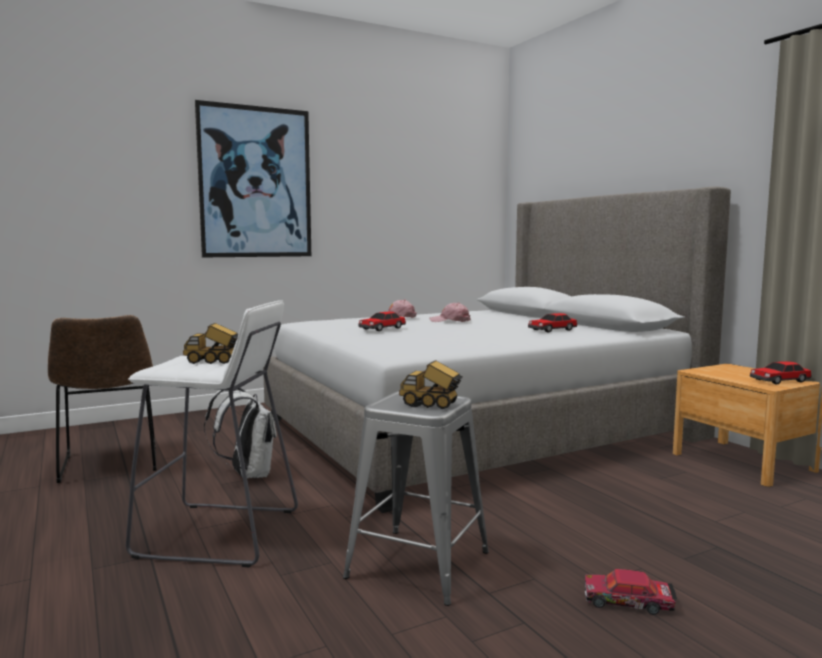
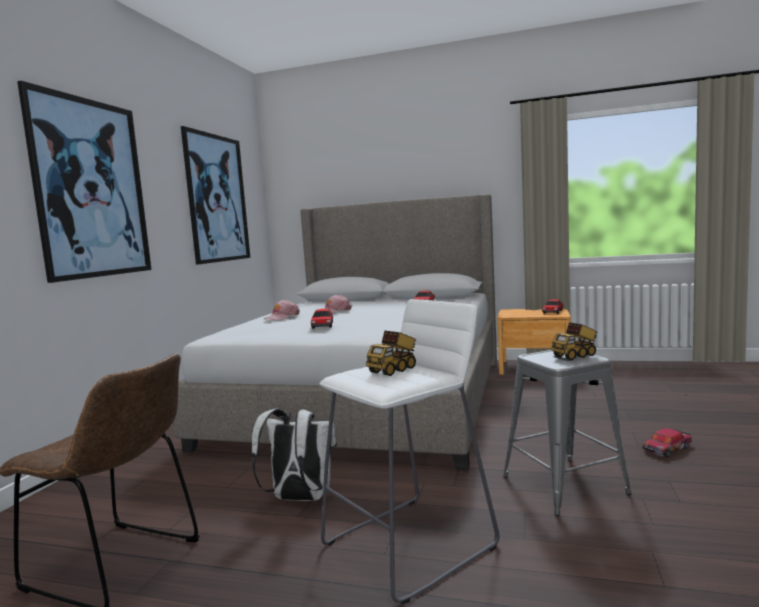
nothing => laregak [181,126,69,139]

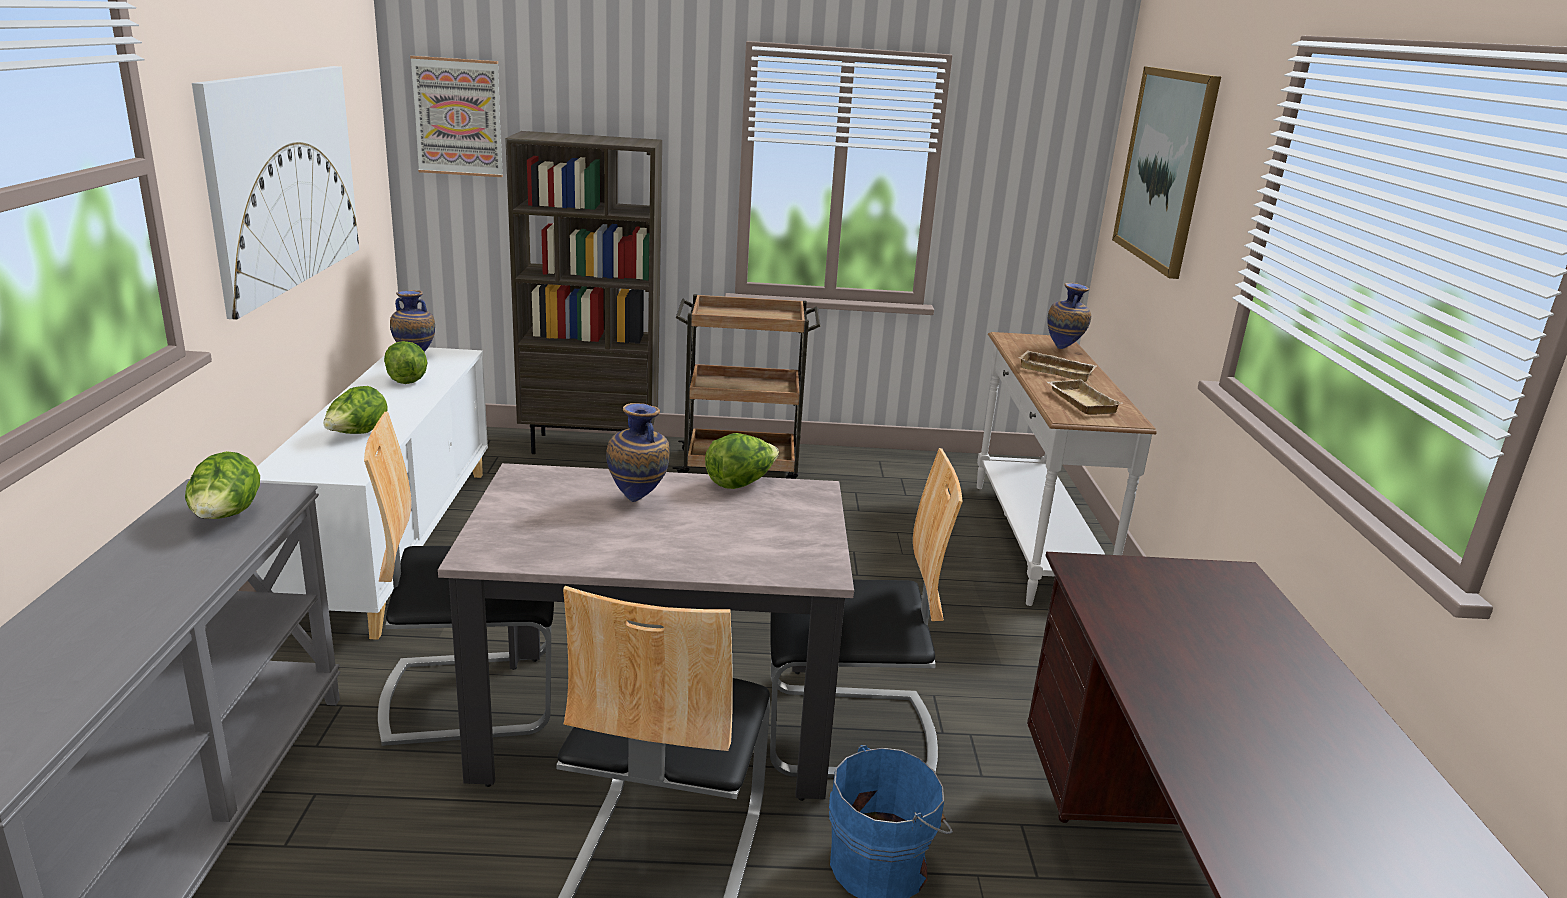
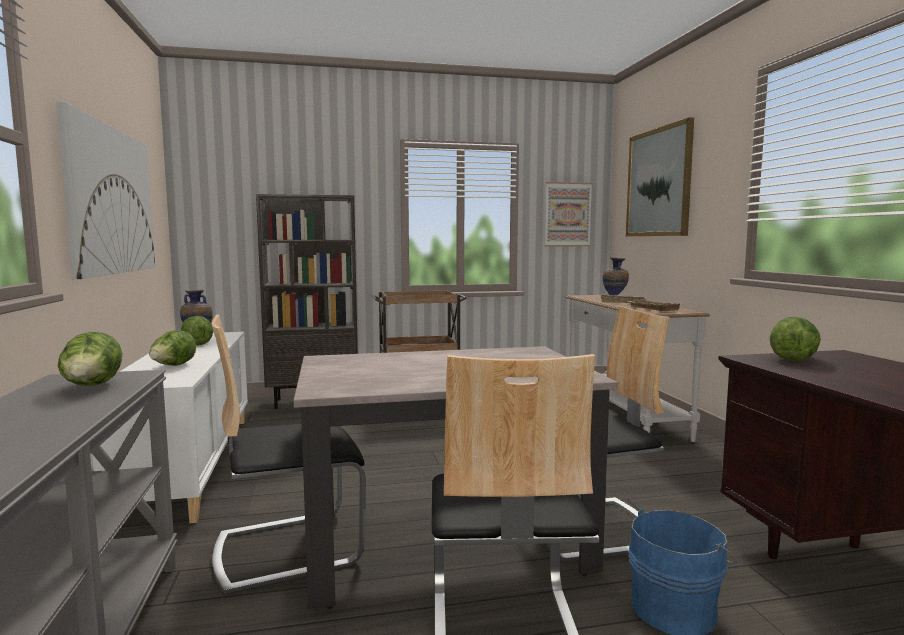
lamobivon [606,403,64,99] => nothing
laregak [410,56,93,121] => laregak [545,182,47,64], shifted
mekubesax [705,433,74,56] => mekubesax [770,317,51,44], shifted

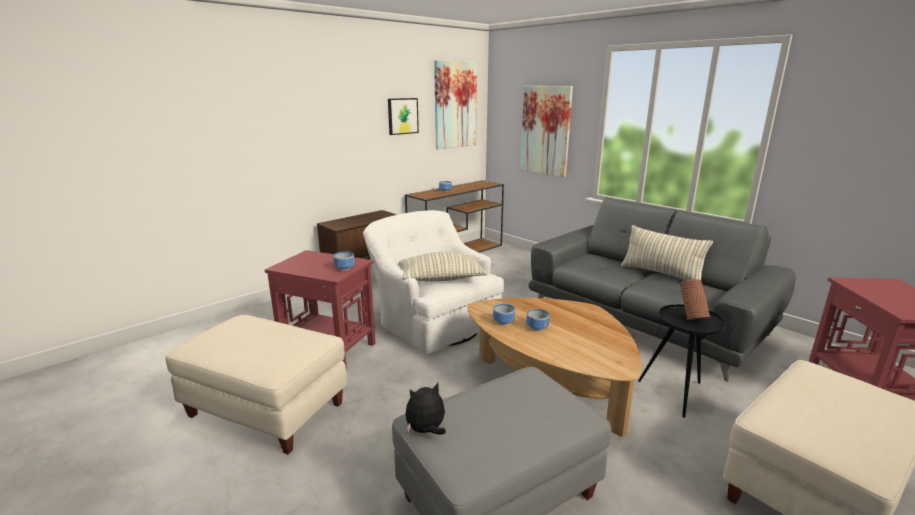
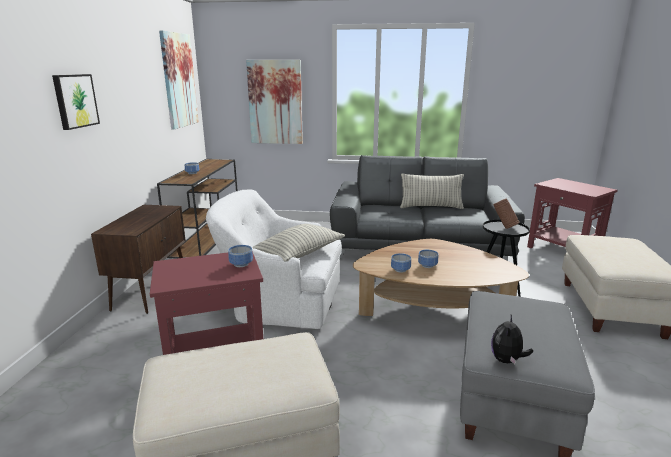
laregak [388,98,31,37] => laregak [52,74,48,56], shifted

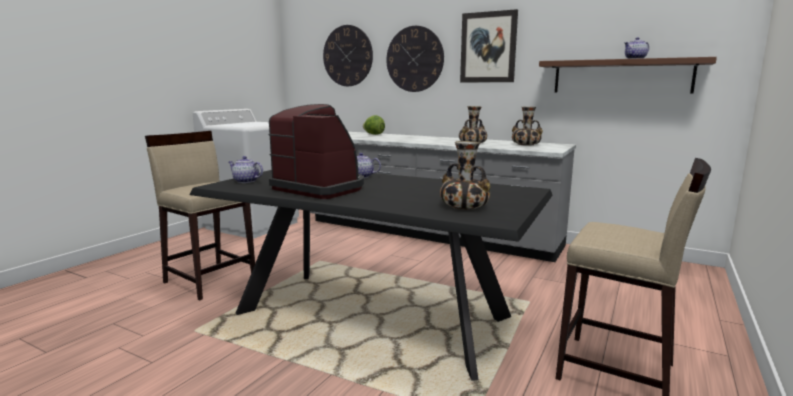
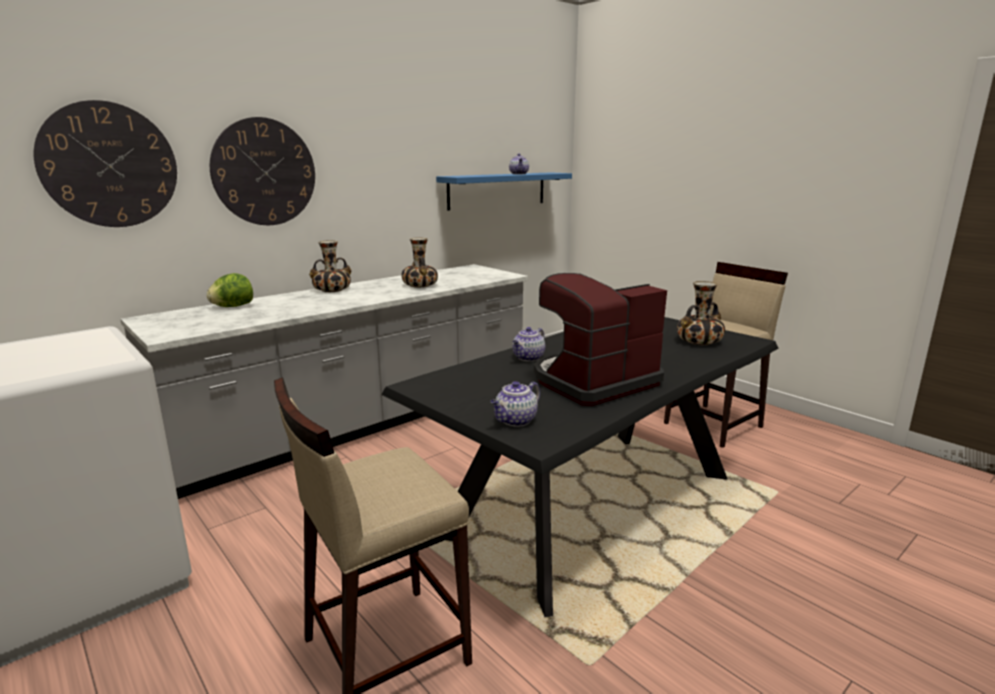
laregak [460,9,58,73] => nothing
lamobivon [512,107,31,39] => lamobivon [309,240,42,52], shifted
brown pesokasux [539,57,178,36] => blue pesokasux [436,172,136,38]

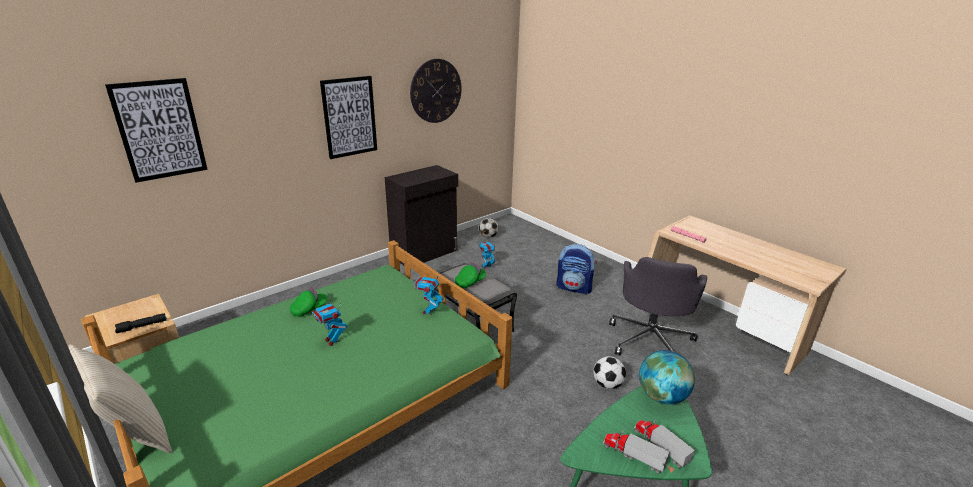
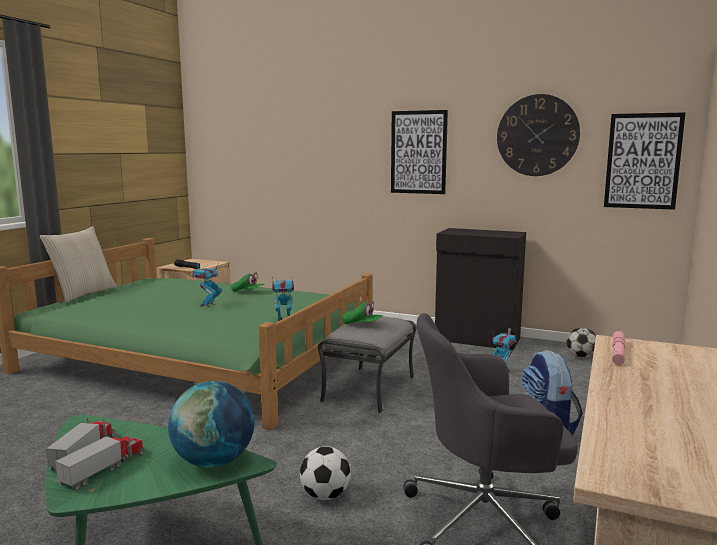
laregak [105,78,103,105] => laregak [604,112,81,98], shifted

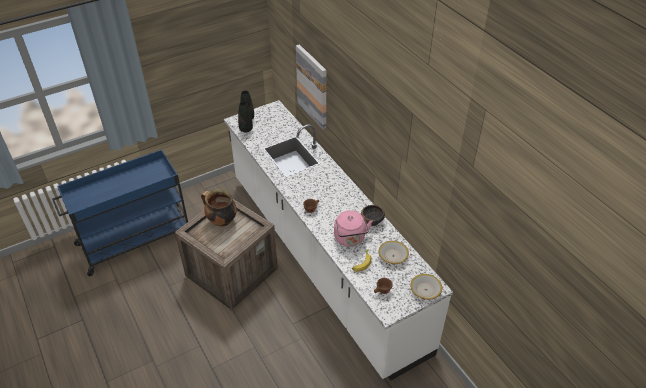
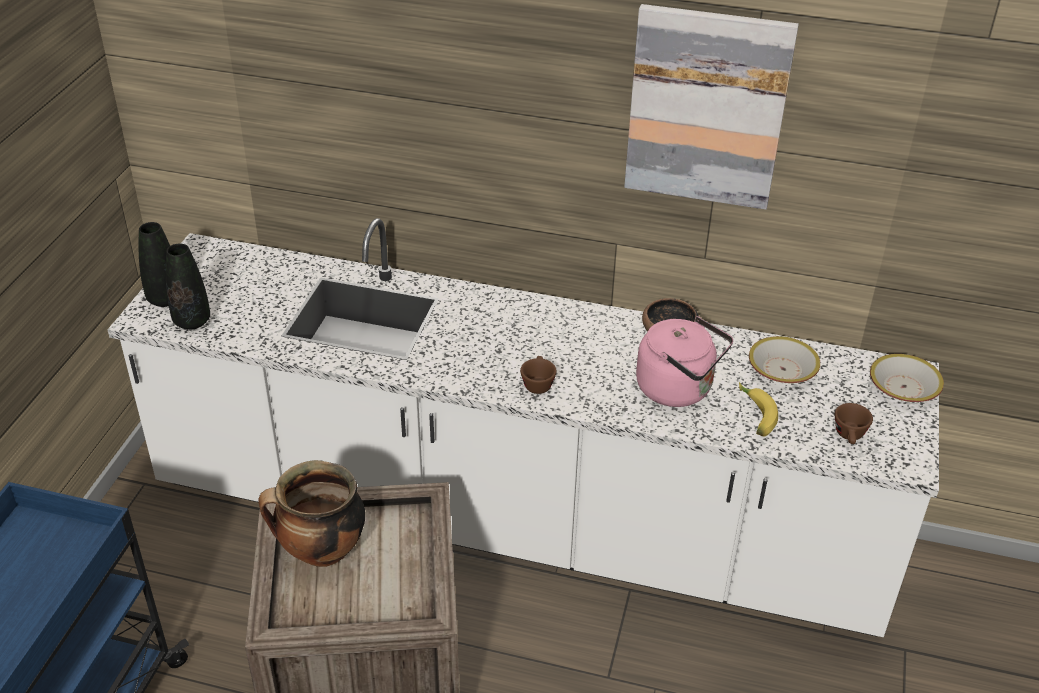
laregak [296,44,30,85] => laregak [624,4,175,206], shifted

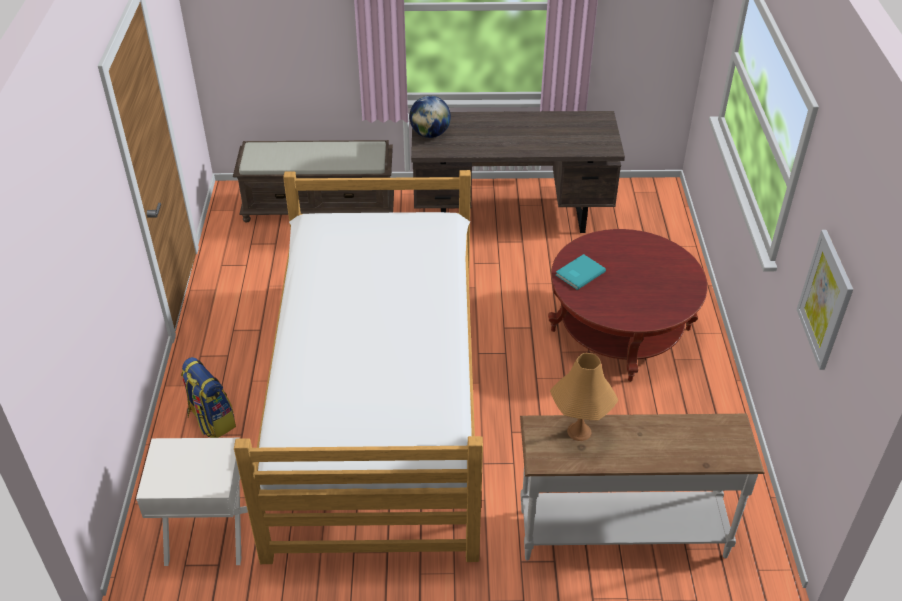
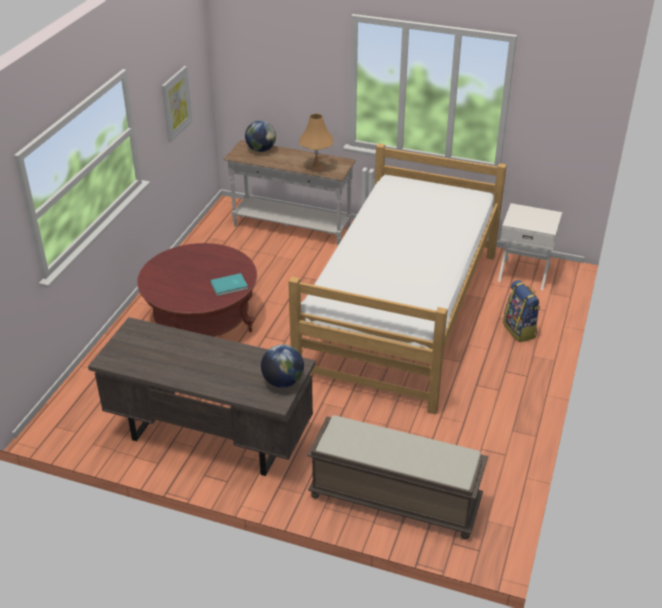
nothing => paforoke [245,121,31,31]

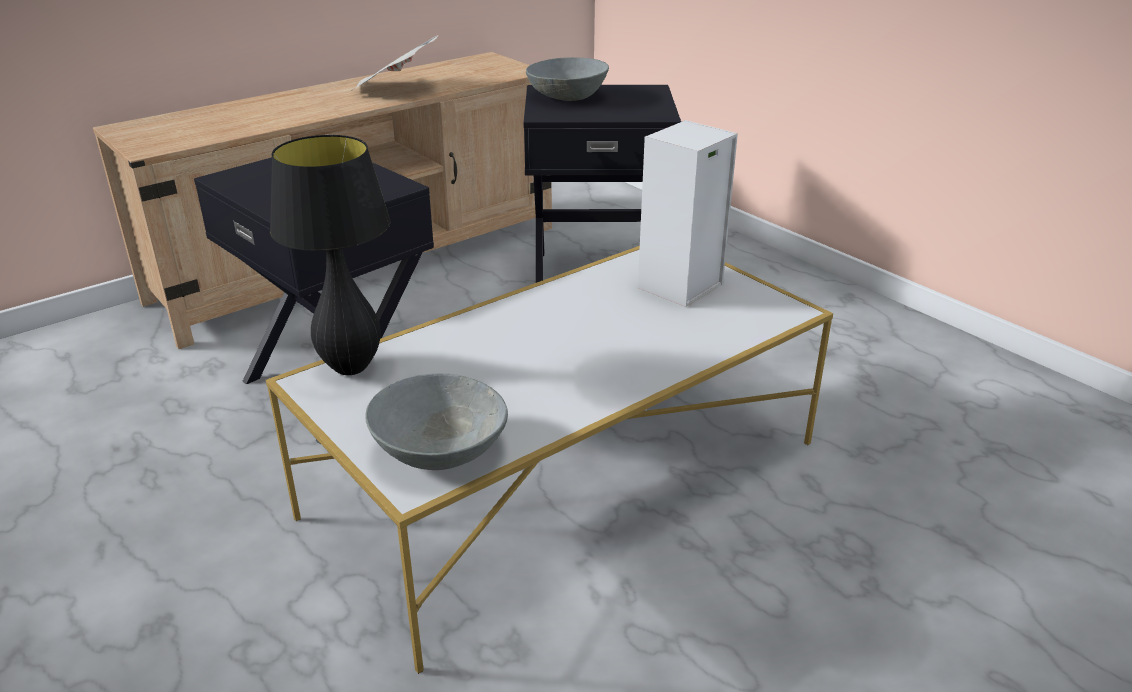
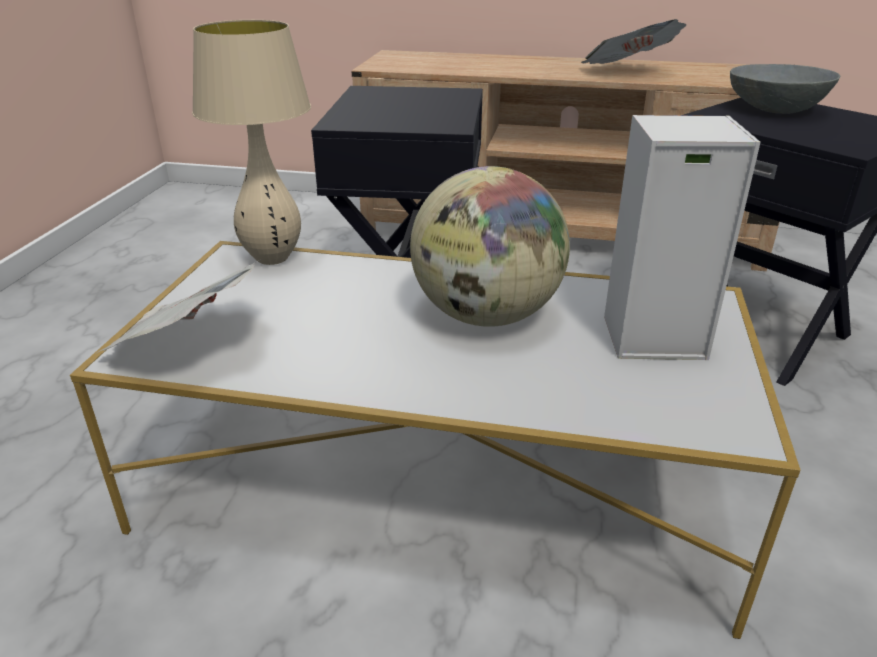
nothing => paforoke [410,166,160,161]
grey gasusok [365,373,143,97] => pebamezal [97,259,165,94]
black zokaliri [270,135,121,240] => beige zokaliri [192,20,119,245]

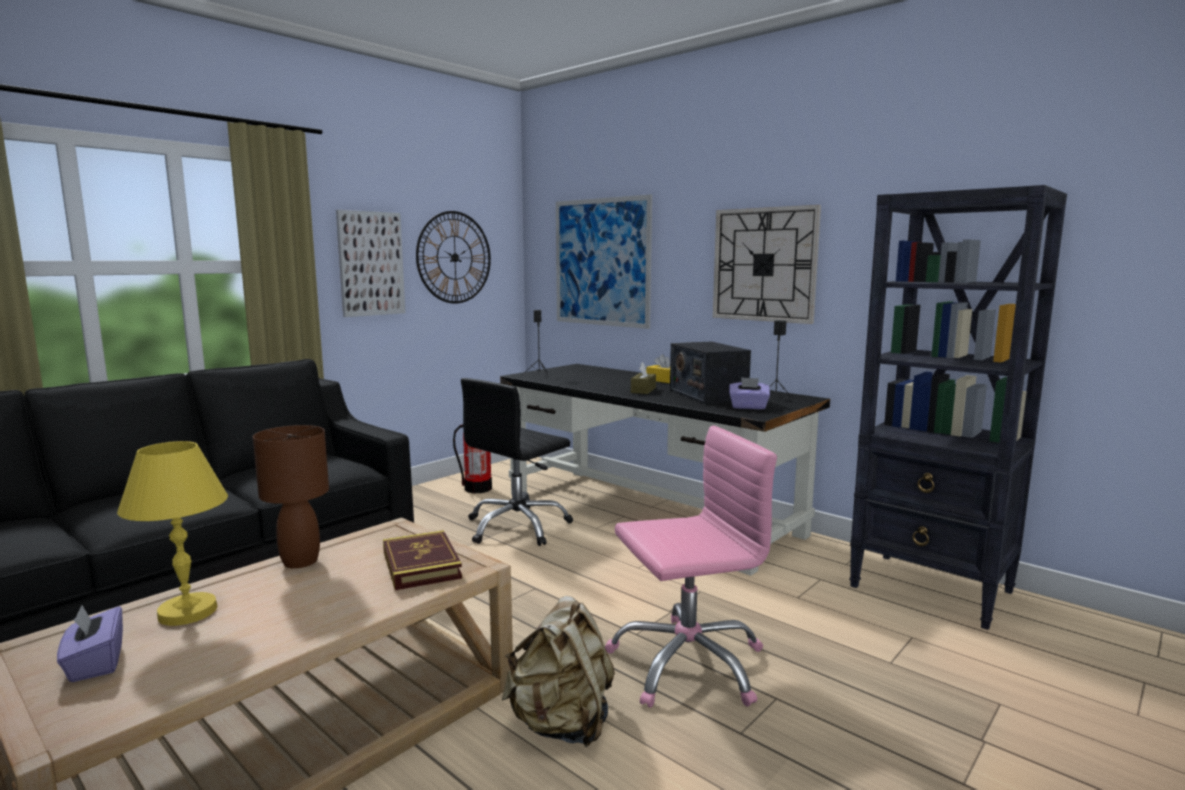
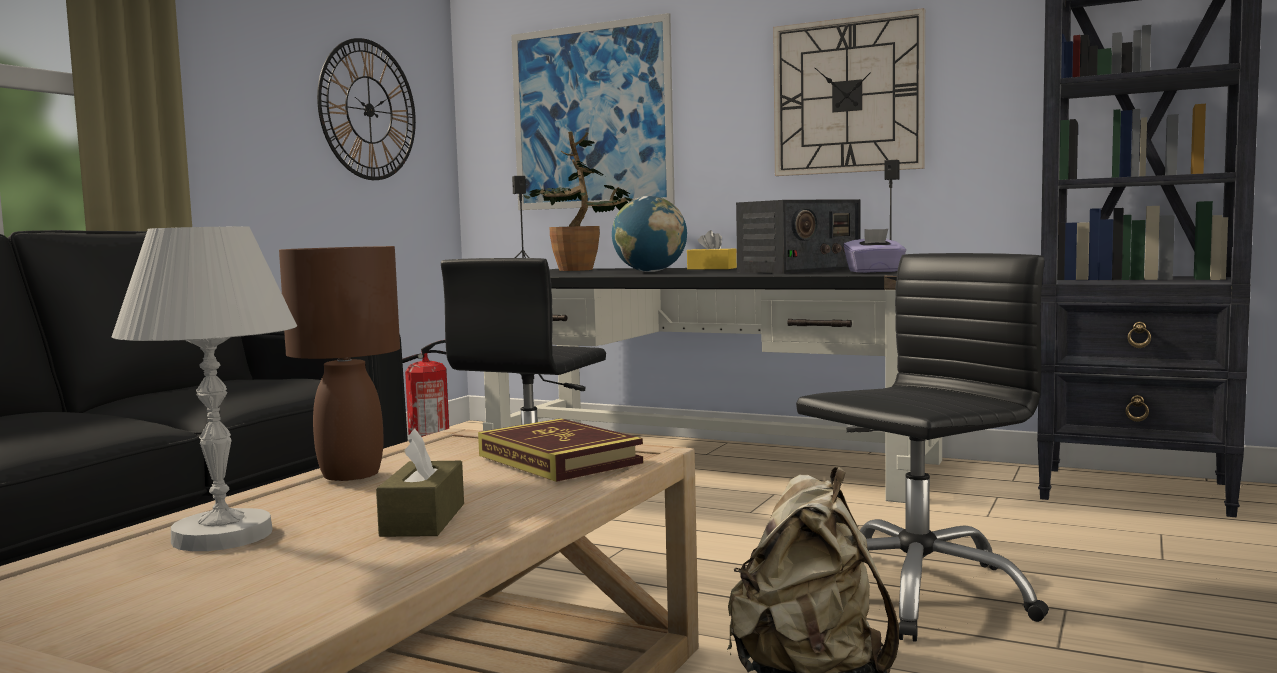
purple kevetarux [57,605,66,77] => nothing
laregak [336,210,70,107] => nothing
nothing => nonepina [524,131,109,140]
nothing => paforoke [612,196,75,76]
brown kevetarux [631,362,25,32] => brown kevetarux [376,428,88,109], shifted
yellow zokaliri [117,441,111,185] => white zokaliri [112,226,185,325]
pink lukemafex [605,426,172,282] => black lukemafex [796,253,253,389]
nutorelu [670,341,81,63] => nutorelu [736,199,125,75], 90 degrees counterclockwise

